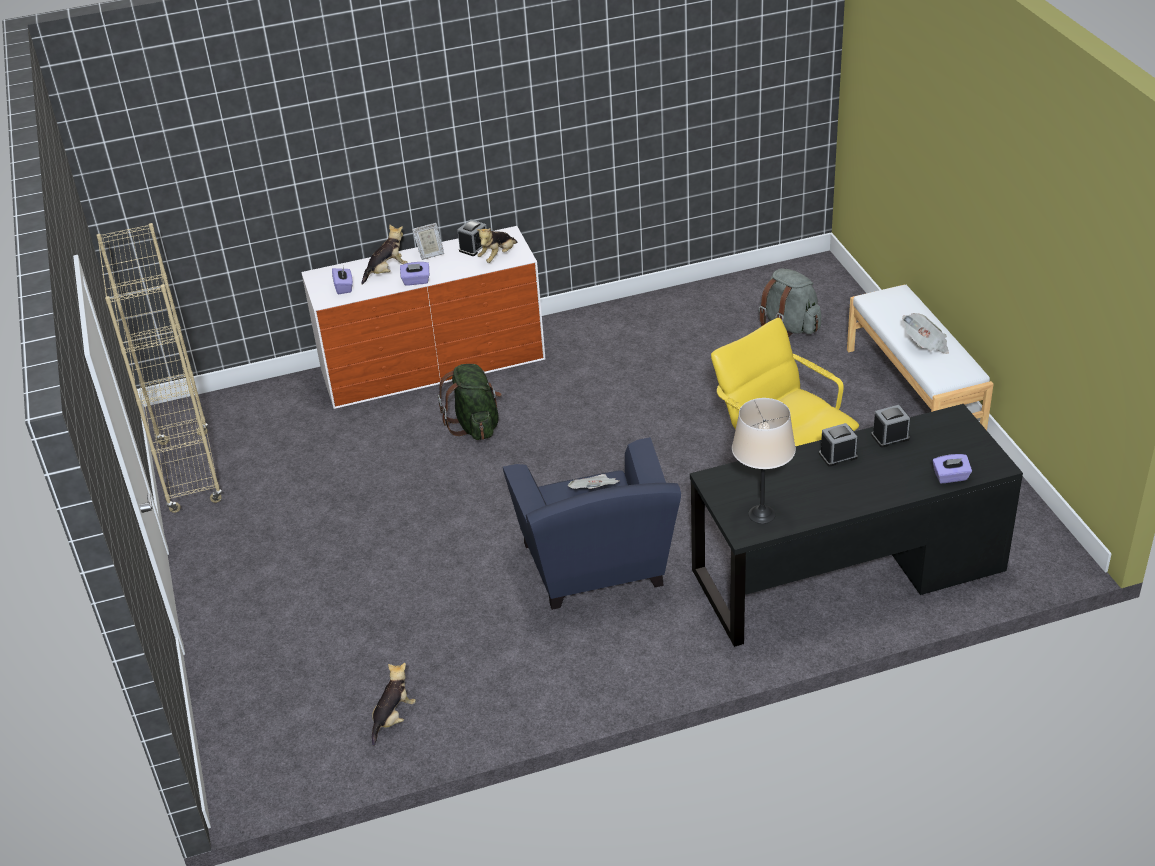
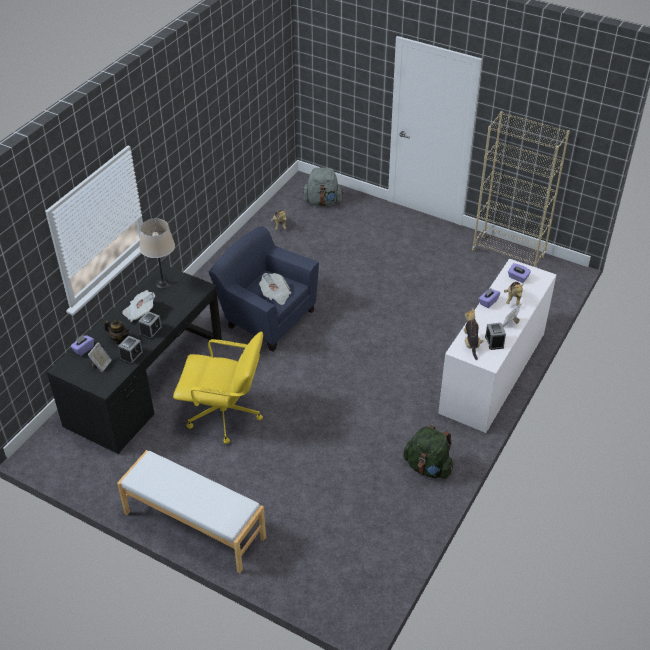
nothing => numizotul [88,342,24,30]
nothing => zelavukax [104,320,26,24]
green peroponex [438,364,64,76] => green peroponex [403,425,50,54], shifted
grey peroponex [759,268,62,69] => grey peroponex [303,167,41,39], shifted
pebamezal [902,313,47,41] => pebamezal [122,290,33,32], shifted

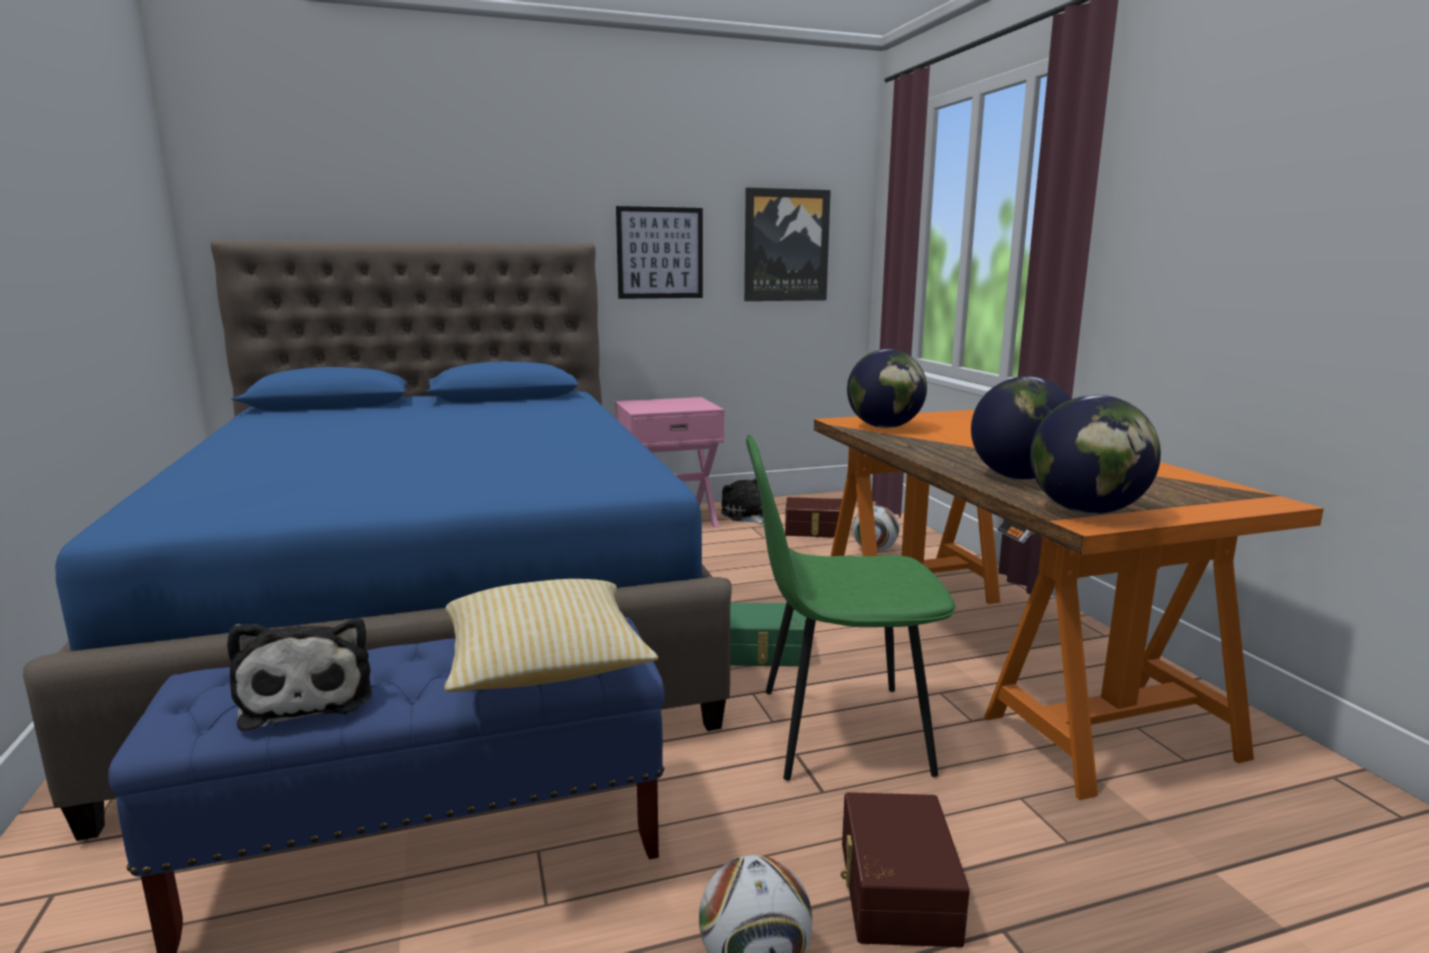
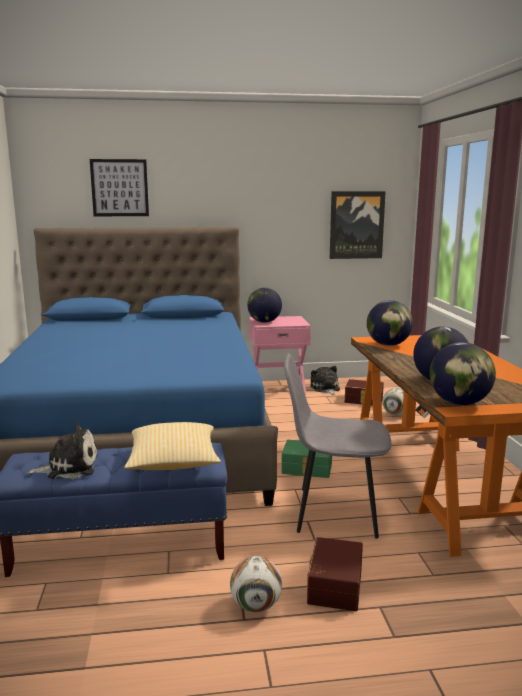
nothing => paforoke [247,288,35,34]
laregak [616,206,87,93] => laregak [90,159,59,57], shifted
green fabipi [746,434,210,347] => grey fabipi [284,353,108,185]
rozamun [227,618,146,113] => rozamun [27,423,71,56], 90 degrees counterclockwise

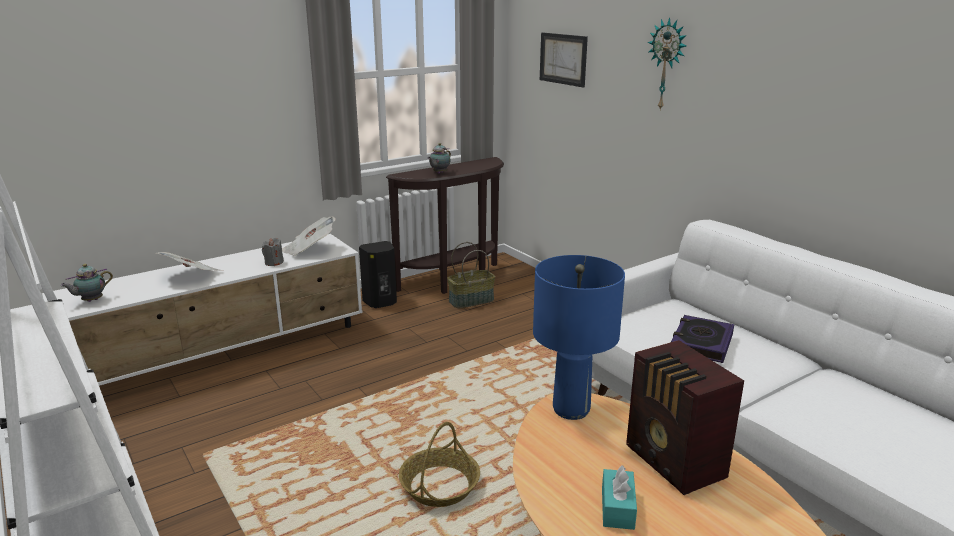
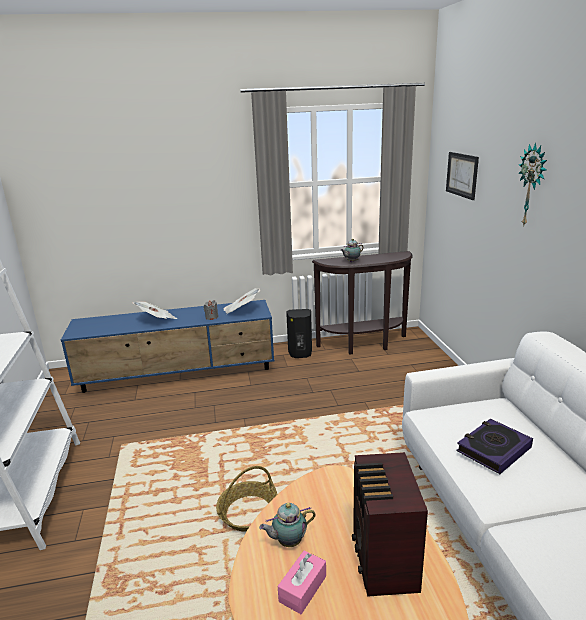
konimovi [447,242,48,66] => nothing
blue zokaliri [533,255,92,165] => nothing
zelavukax [61,264,52,38] => zelavukax [259,503,57,44], shifted
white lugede [42,234,320,152] => blue lugede [61,300,213,93]
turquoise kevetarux [602,465,35,65] => pink kevetarux [278,550,48,64]

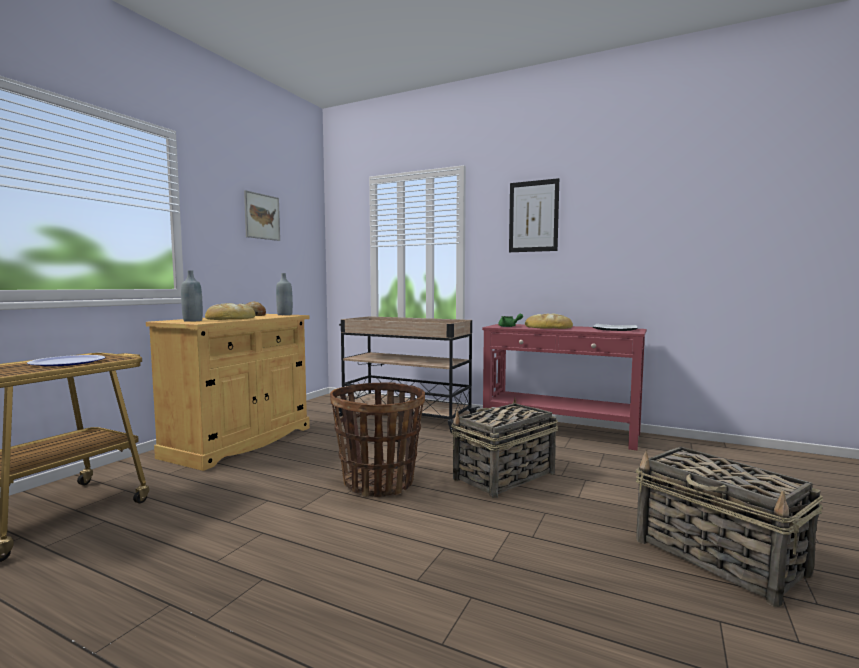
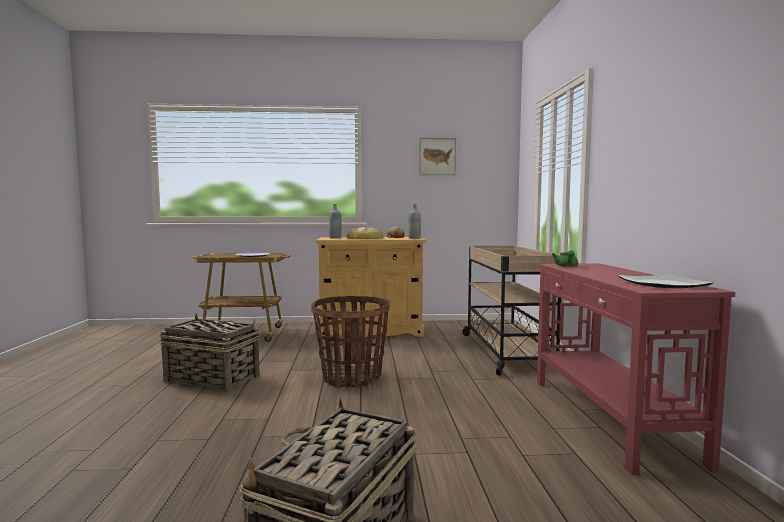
laregak [509,178,50,74] => nothing
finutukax [525,314,48,15] => nothing
konimovi [451,398,107,100] => konimovi [160,313,100,80], shifted

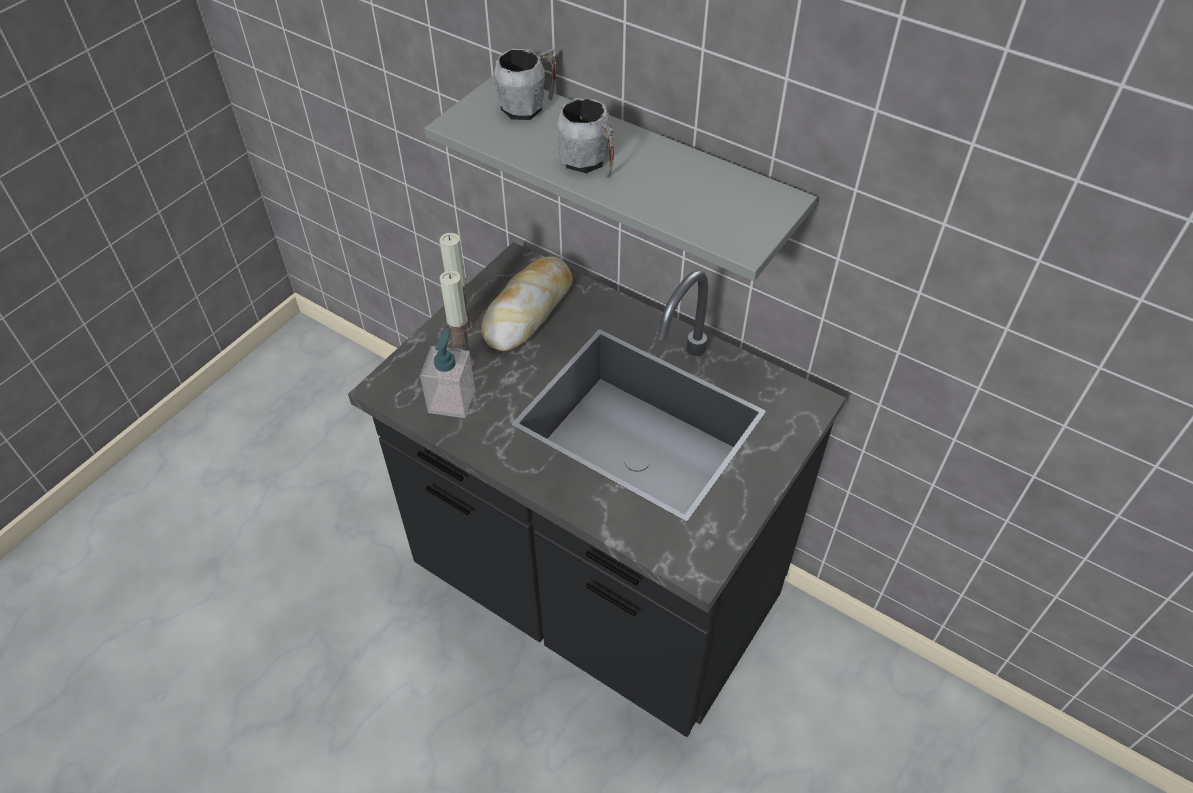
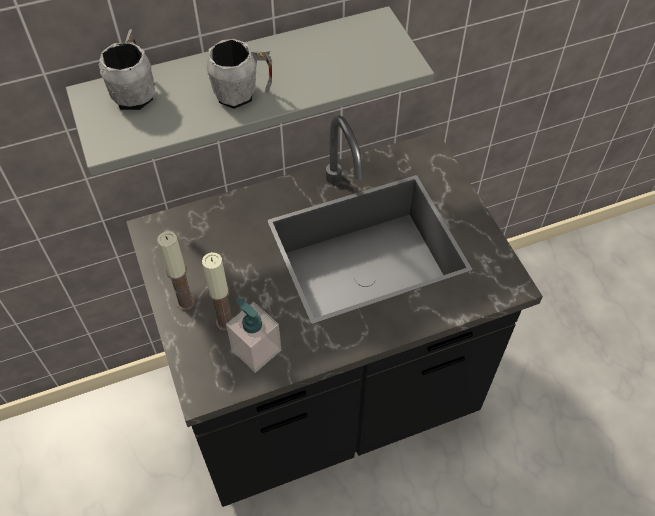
finutukax [482,256,91,95] => nothing

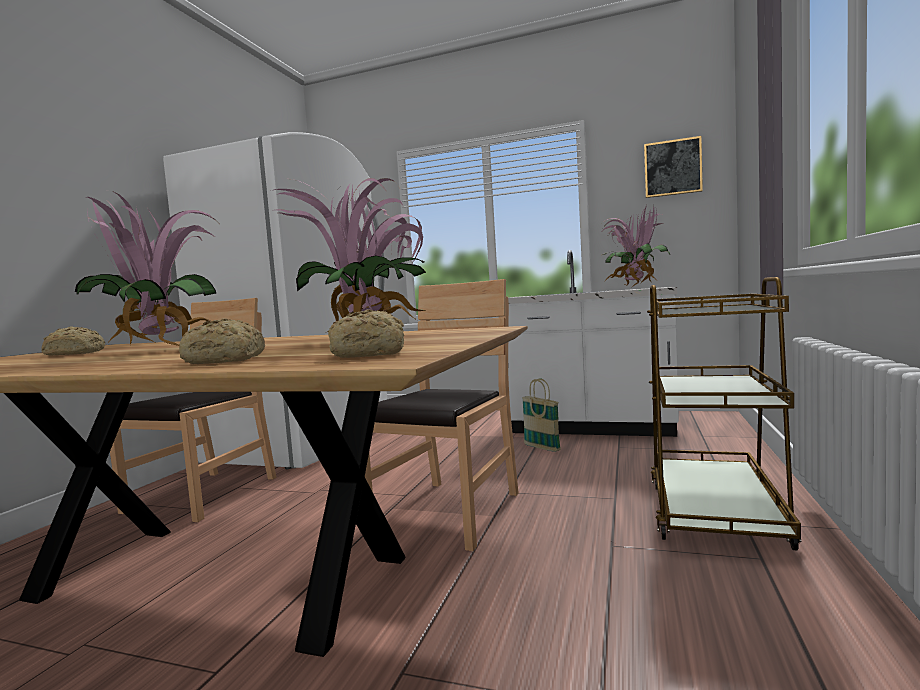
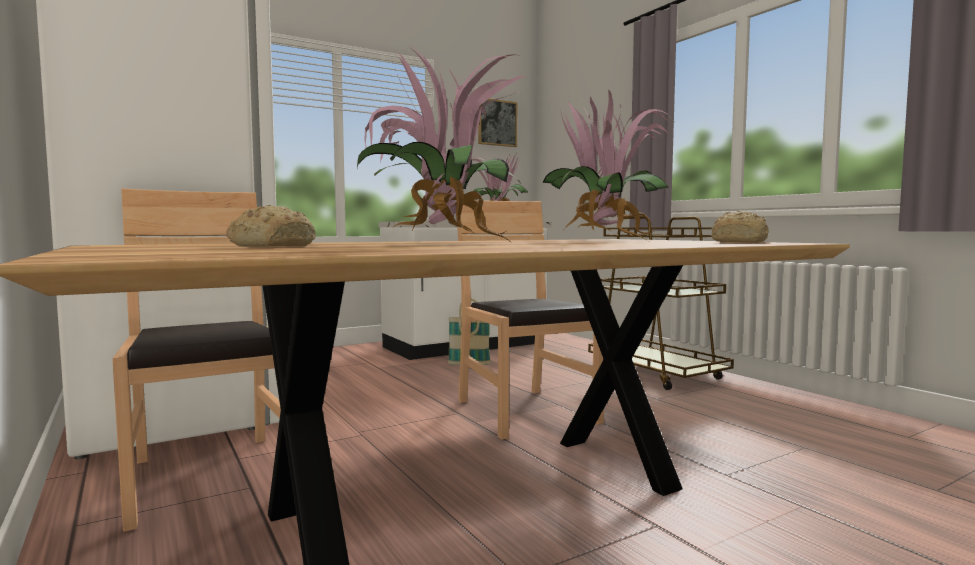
finutukax [179,318,86,46] => nothing

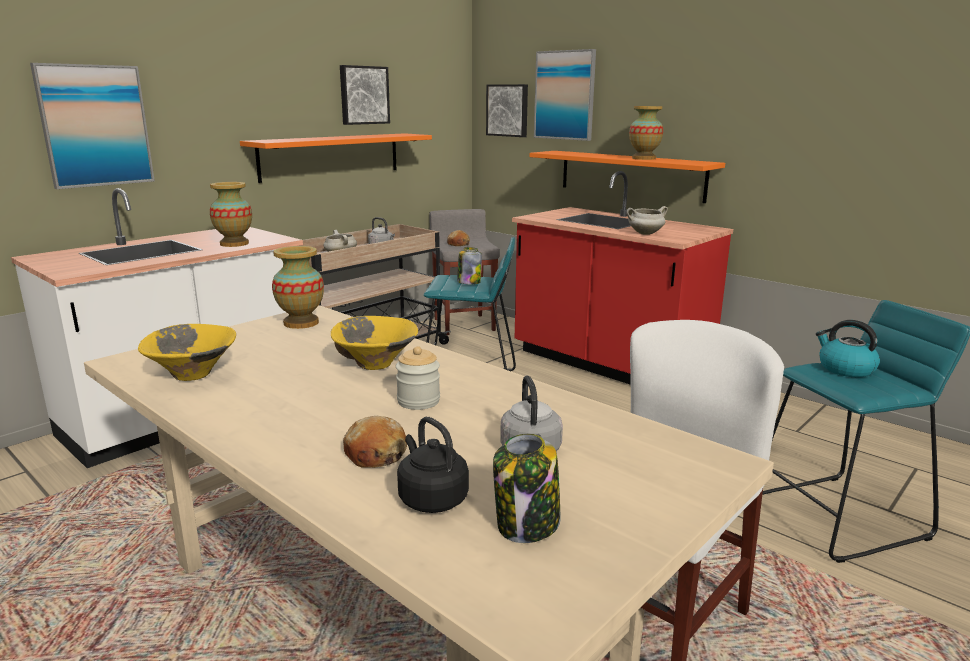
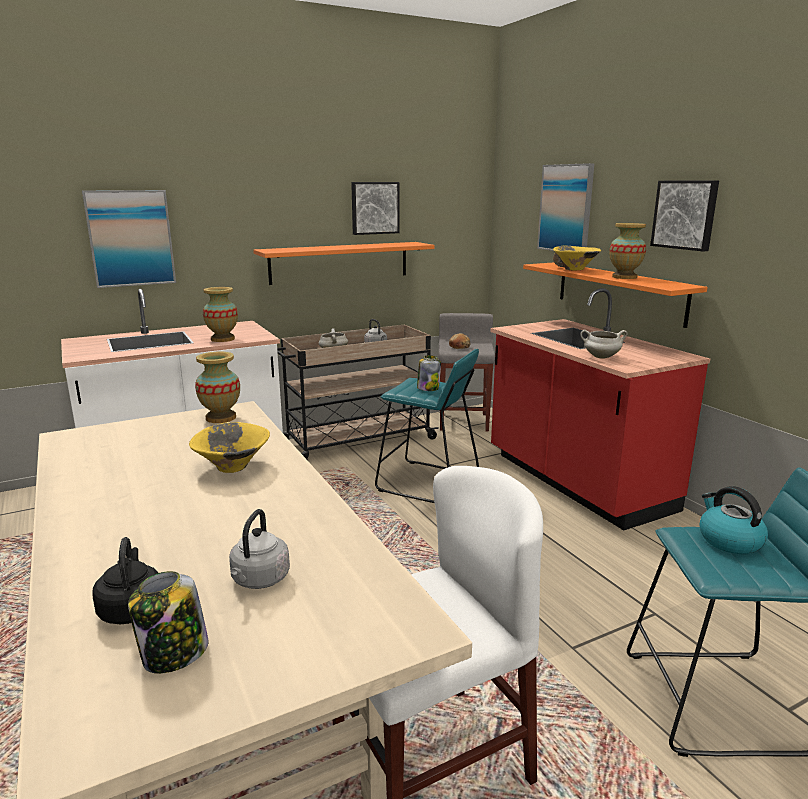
finutukax [343,416,64,52] => nothing
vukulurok [396,346,44,64] => nothing
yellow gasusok [138,324,98,57] => yellow gasusok [553,245,48,26], shifted
laregak [486,84,42,53] => laregak [650,181,69,70], shifted

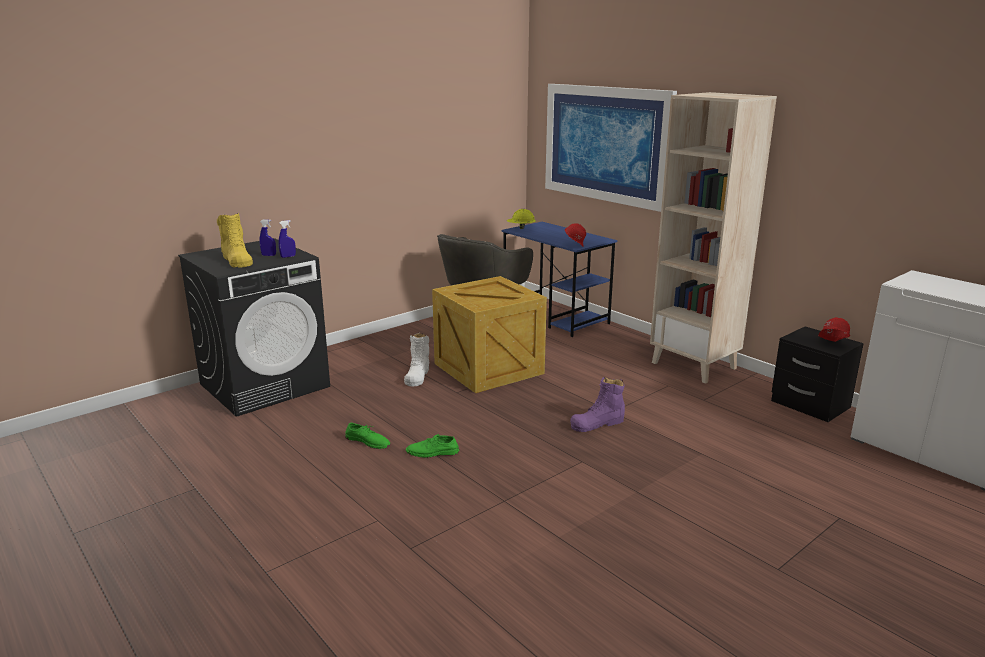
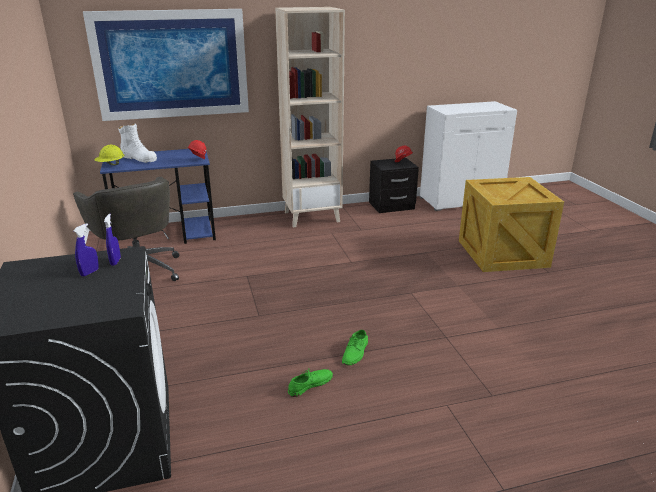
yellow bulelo [217,213,36,55] => nothing
purple bulelo [570,377,55,55] => nothing
white bulelo [404,333,25,54] => white bulelo [118,123,39,40], shifted
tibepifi [432,276,115,117] => tibepifi [459,177,105,95], shifted

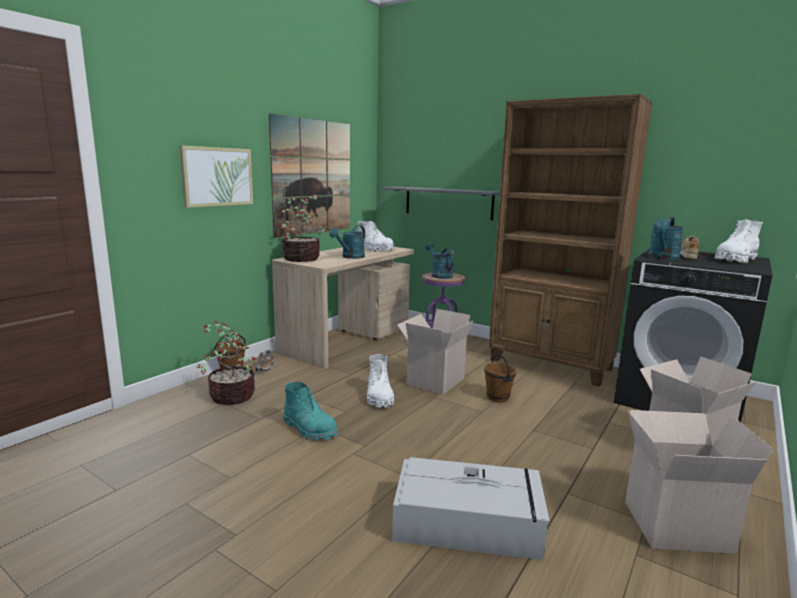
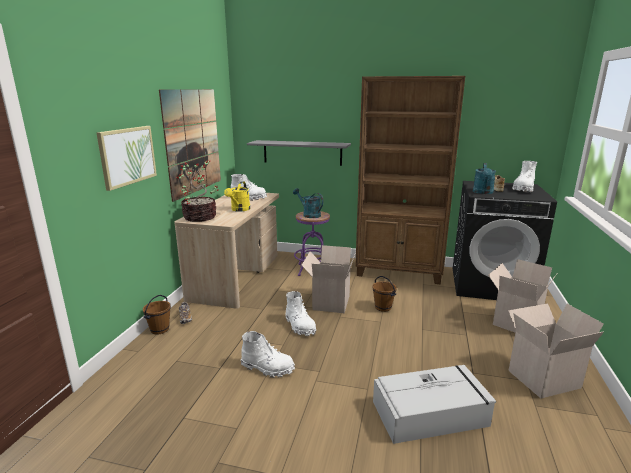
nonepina [197,321,58,84] => nothing
turquoise bulelo [283,382,55,59] => white bulelo [241,331,54,47]
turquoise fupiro [329,225,36,34] => yellow fupiro [224,181,26,31]

